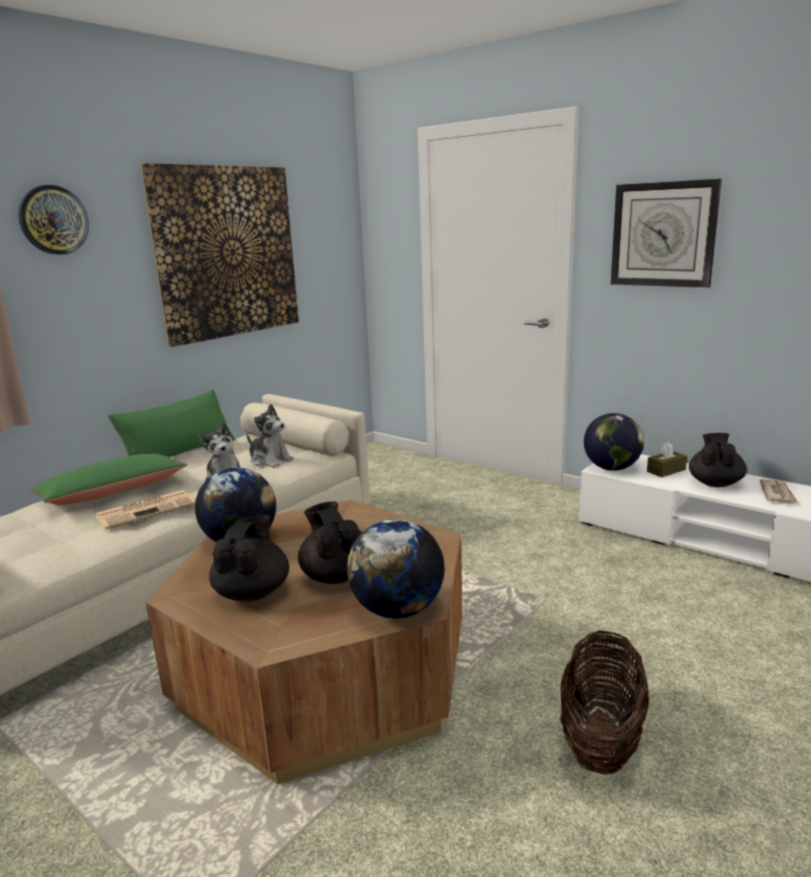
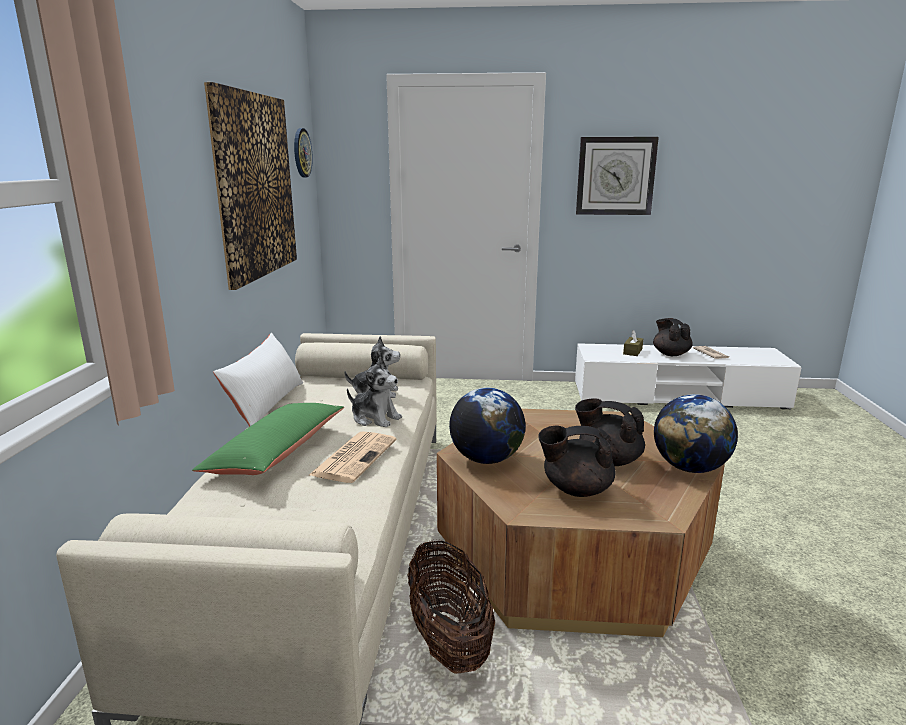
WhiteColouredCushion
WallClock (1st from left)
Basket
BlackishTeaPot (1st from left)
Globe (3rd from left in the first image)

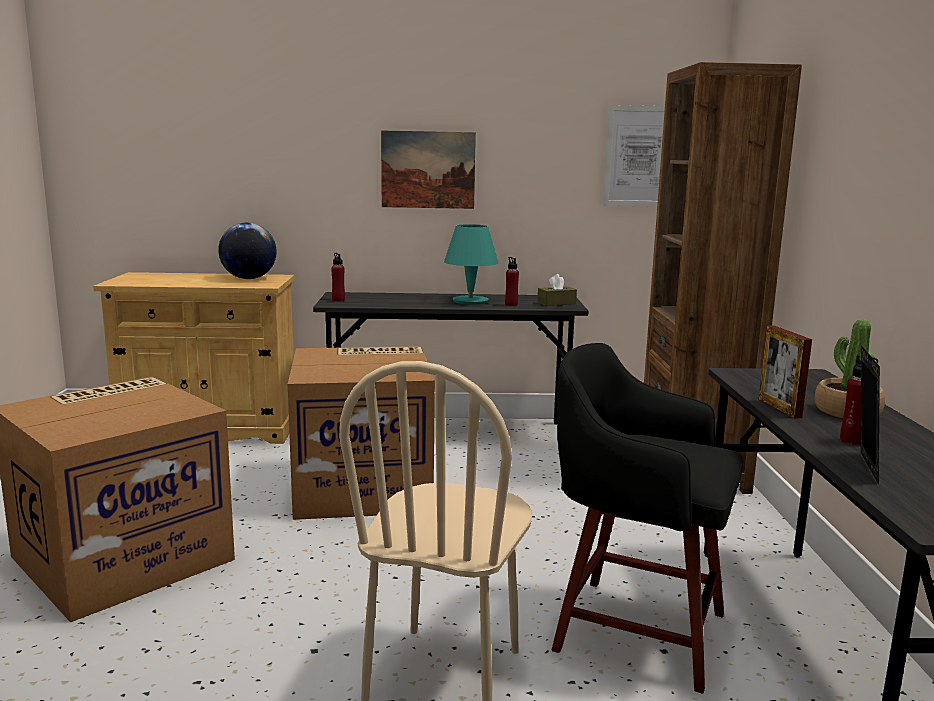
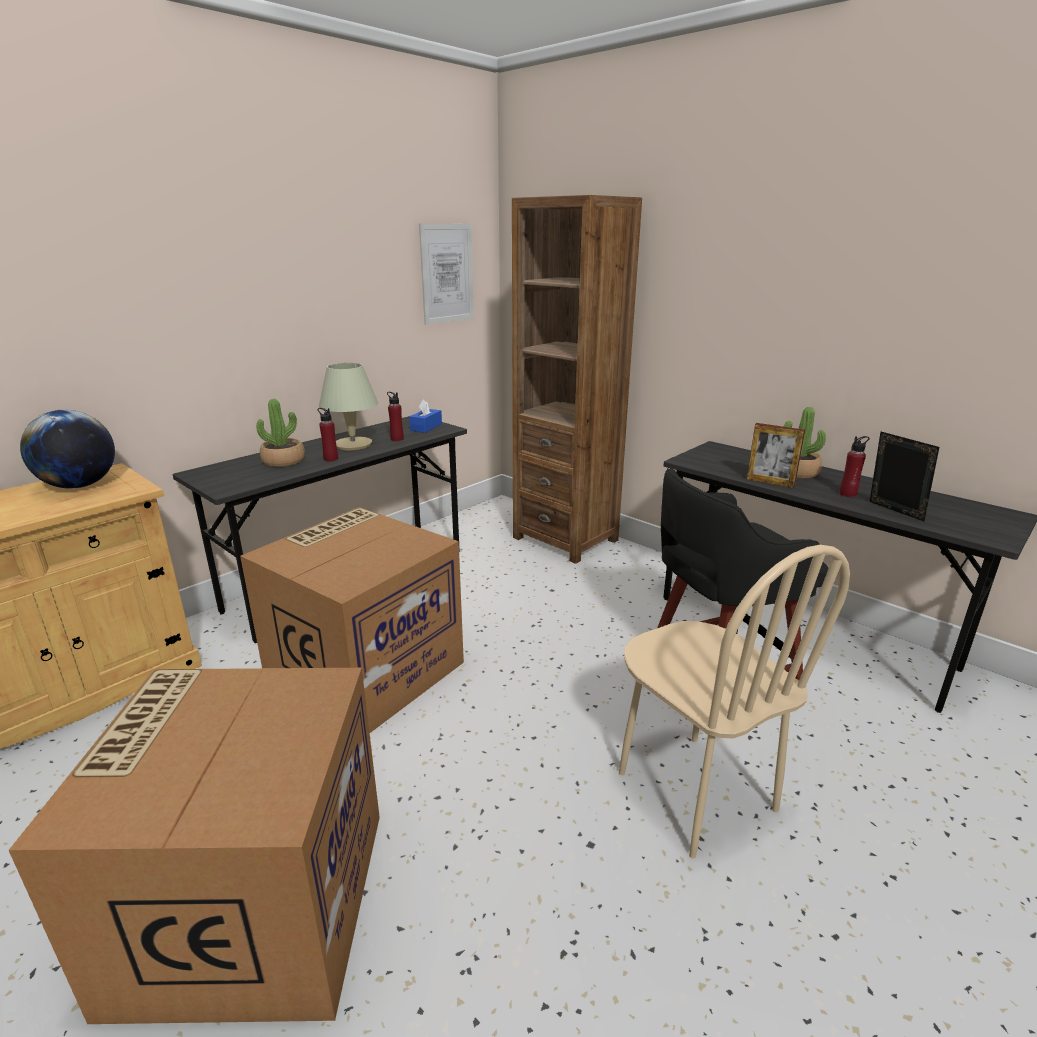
PottedPlant (1st from left)
RedColouredBottle (1st from left)
BeigeColouredTableLamp
BlueBoxOfTissues
WallPicture (1st from left in the first image)

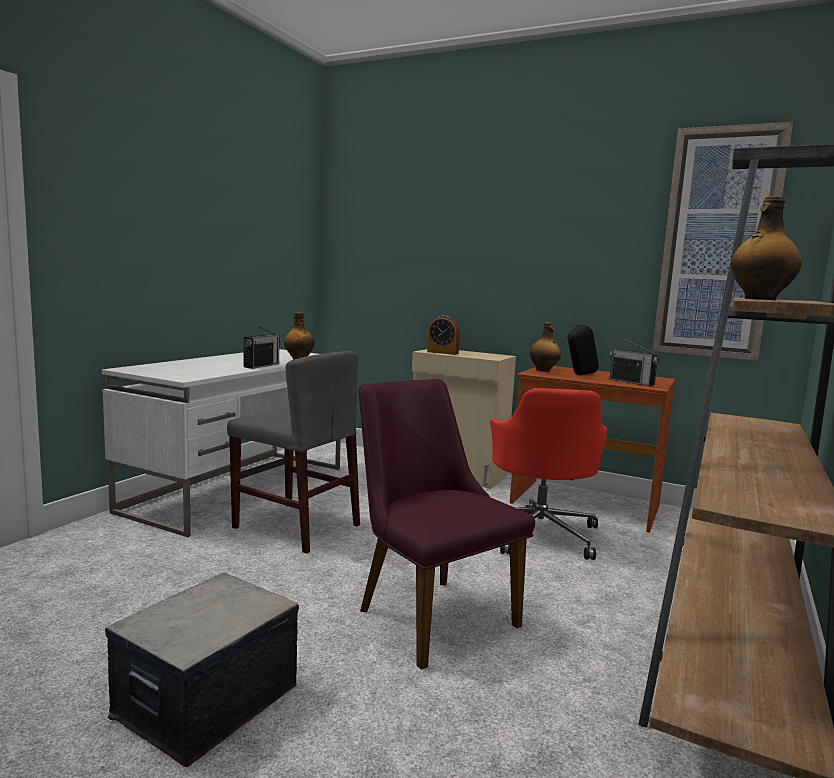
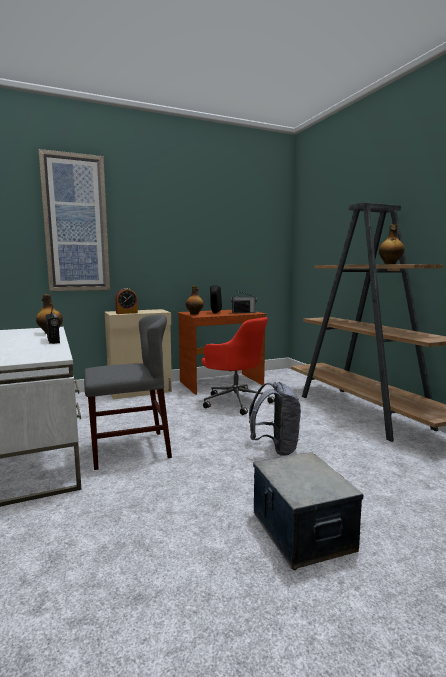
WallPicture
GrayKnapsack

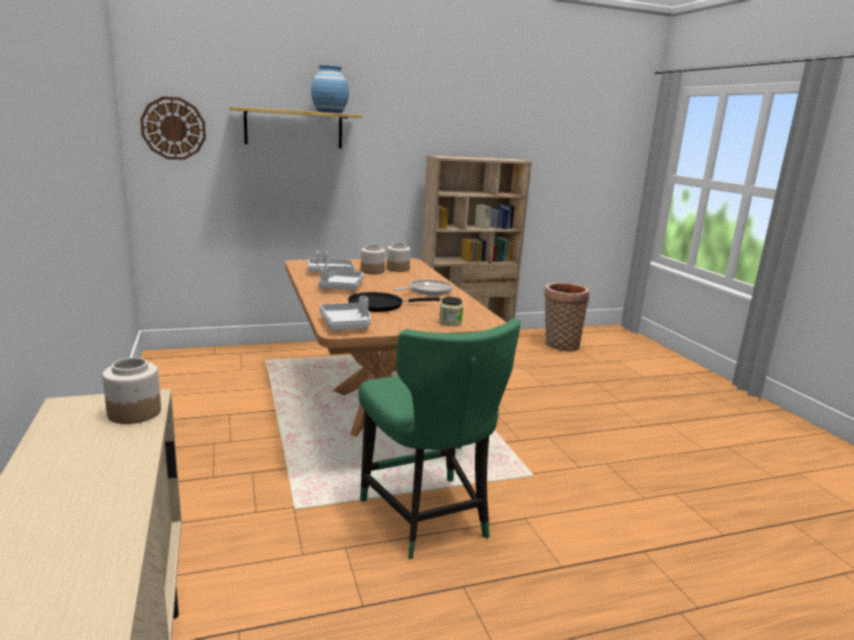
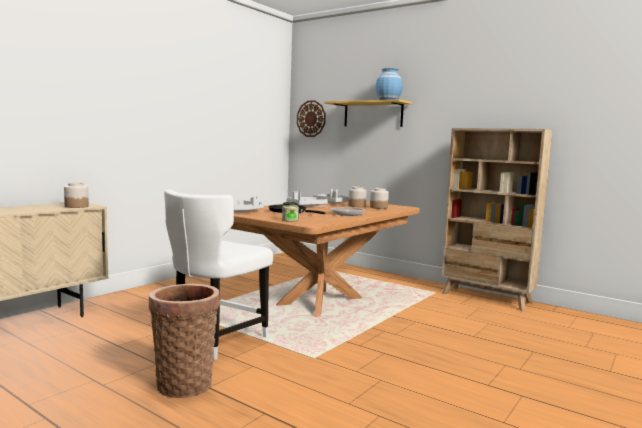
Basket
WhiteColouredPlainChair

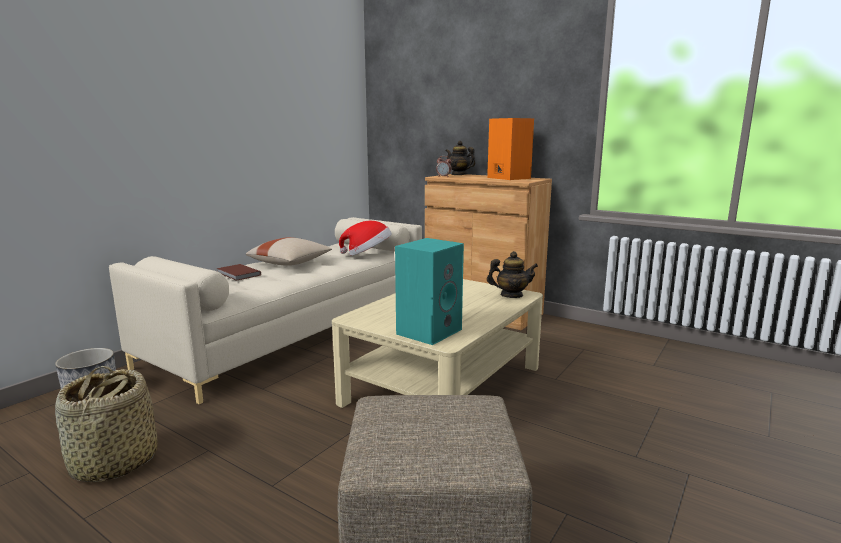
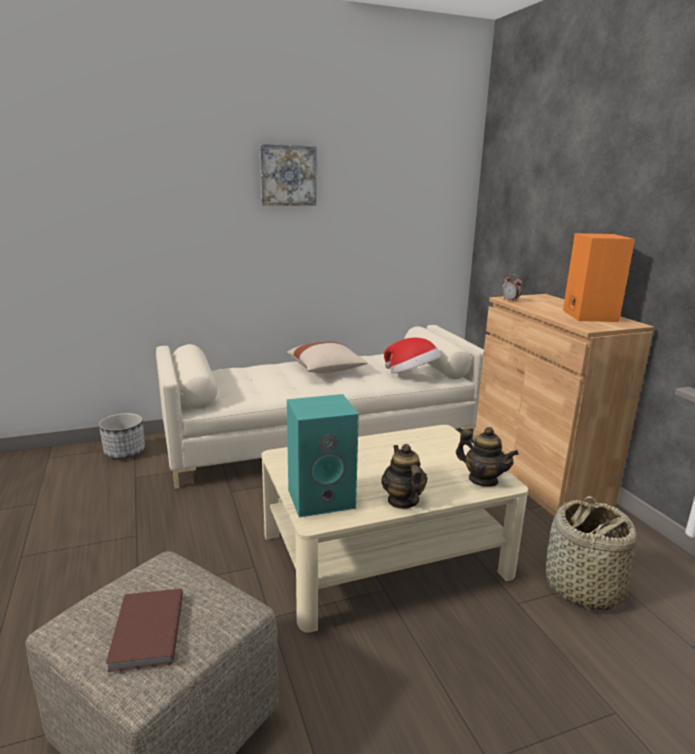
BrownishVolume
WallPicture
TeaPot (1st from left)
Basket

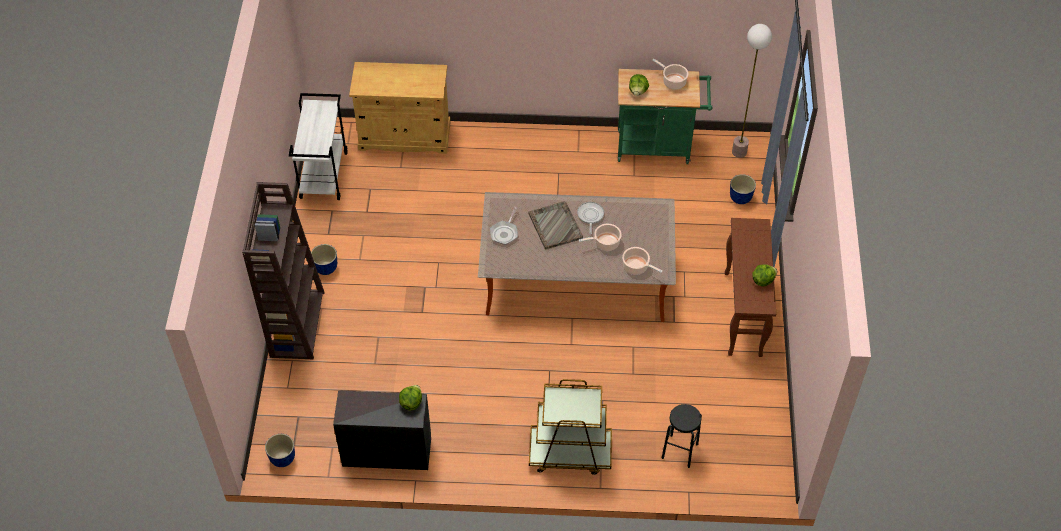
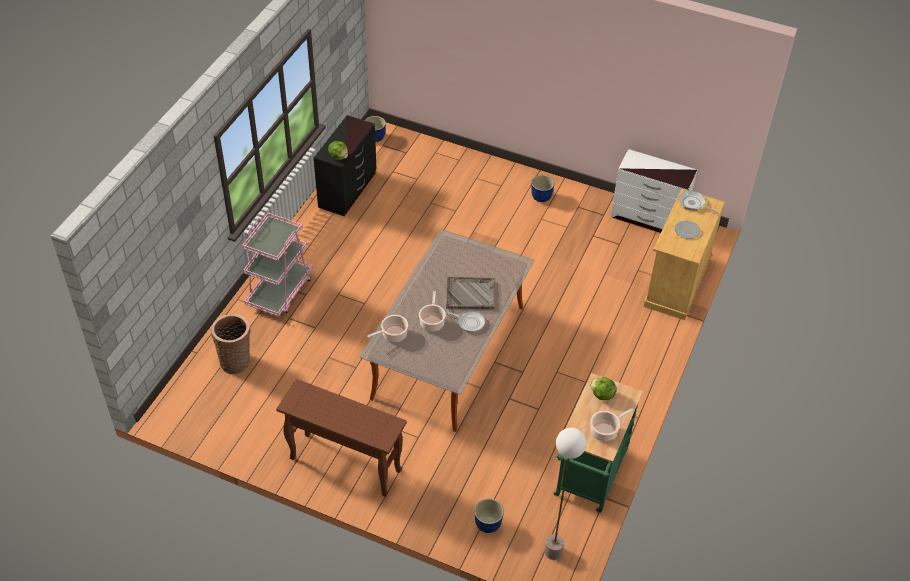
Basket
PinkishWheeledCart
WhiteColouredChestOfDrawers
Plate
Skillet (2nd from left)
BrownishBookshelf
HeadOfLettuce (3rd from left in the first image)

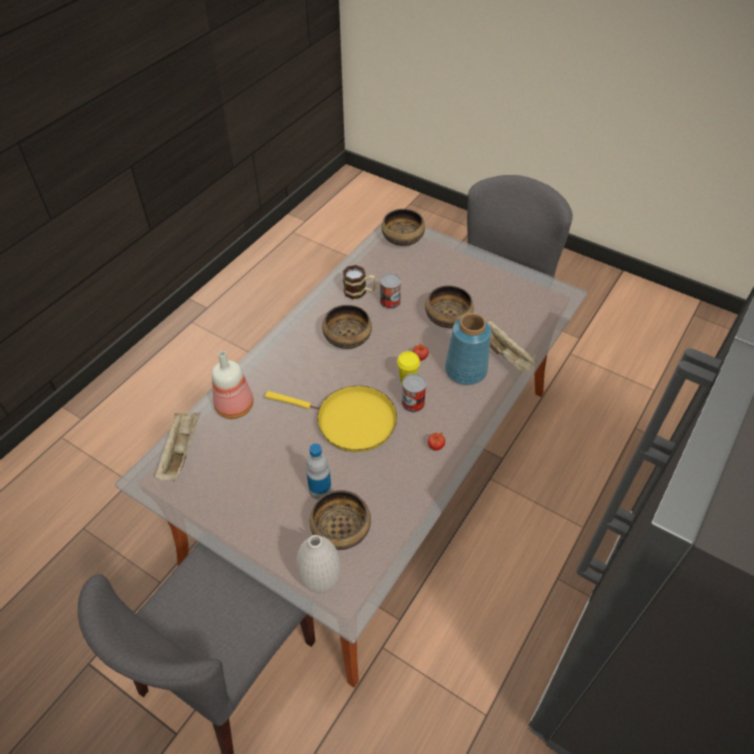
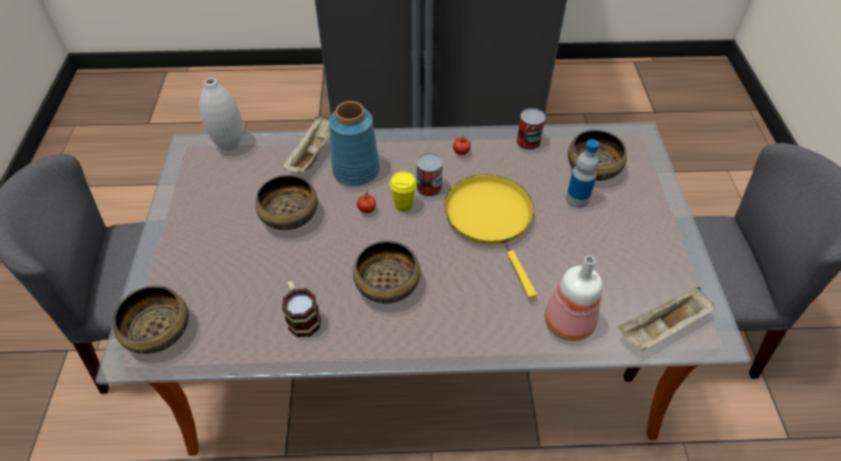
WhiteColouredVase
Can (2nd from left)

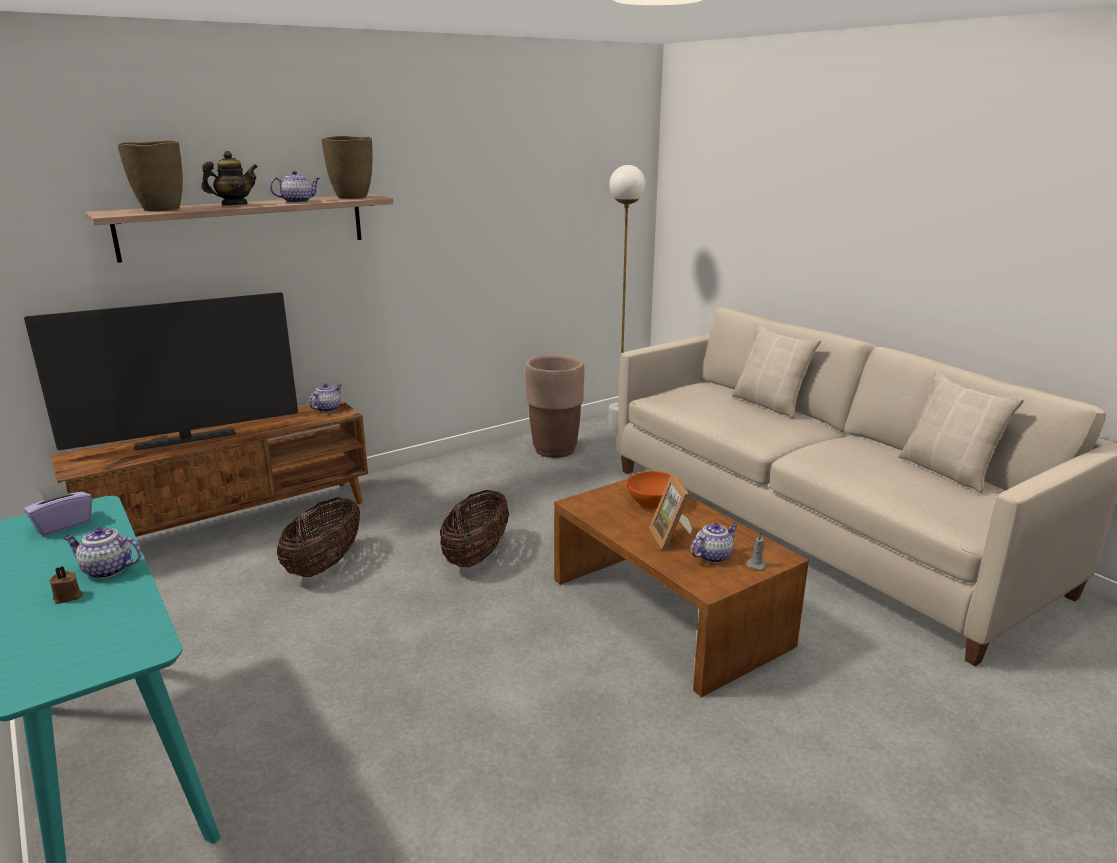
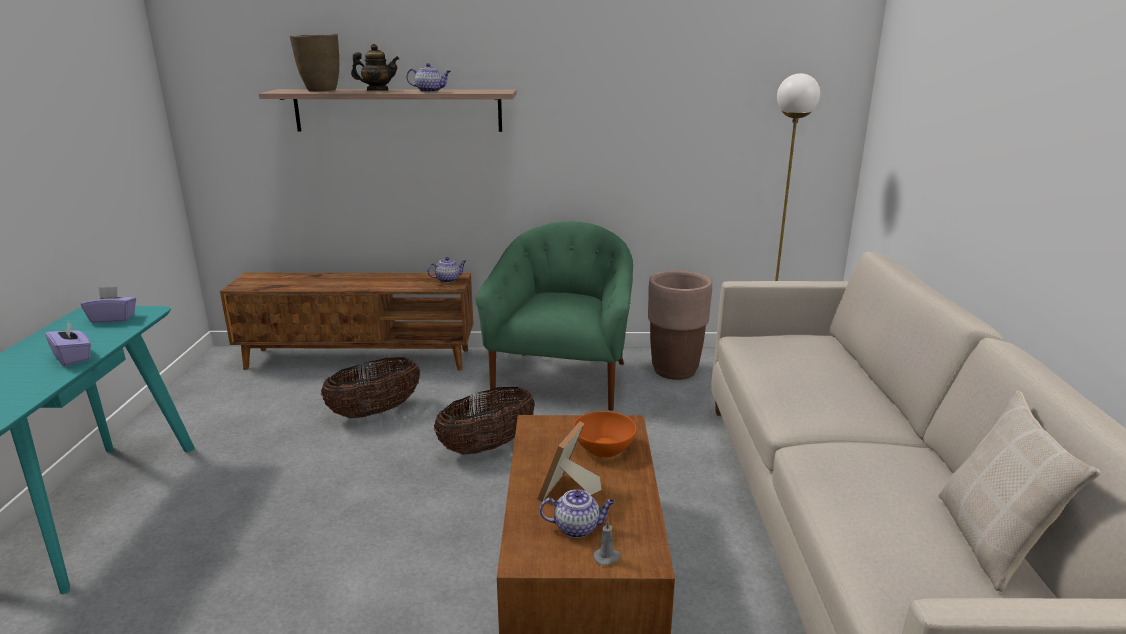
PurplishBoxOfTissues (1st from left)
GreenColouredLoungeChair
Tv
BrownishWaxLight
BrownishVase (2nd from left in the first image)
BeigeColouredCushion (1st from left in the first image)

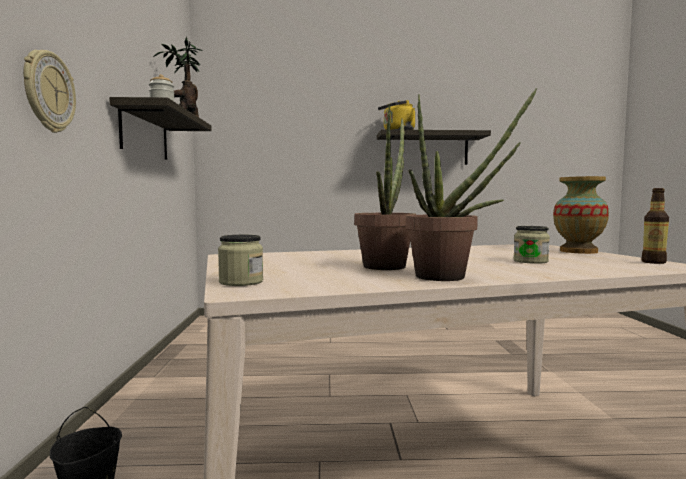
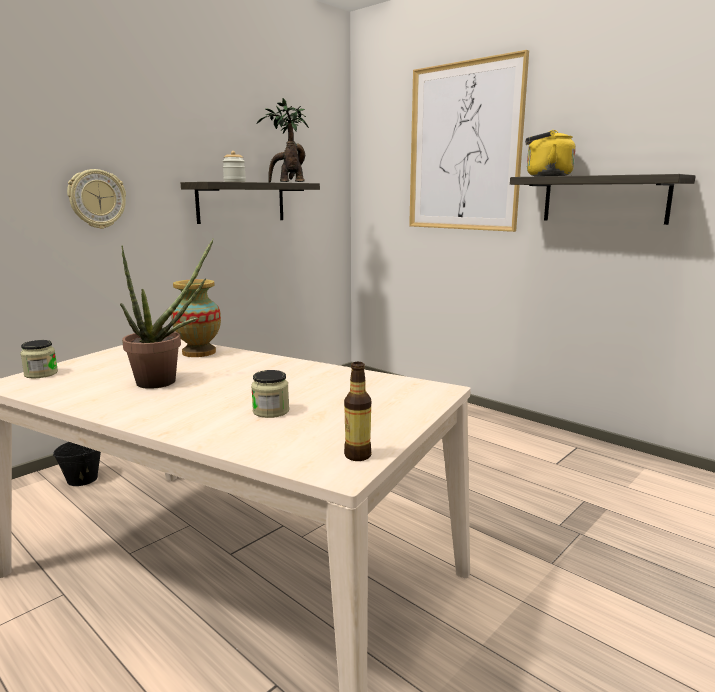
Vase
WallPicture
PottedPlant (3rd from left in the first image)

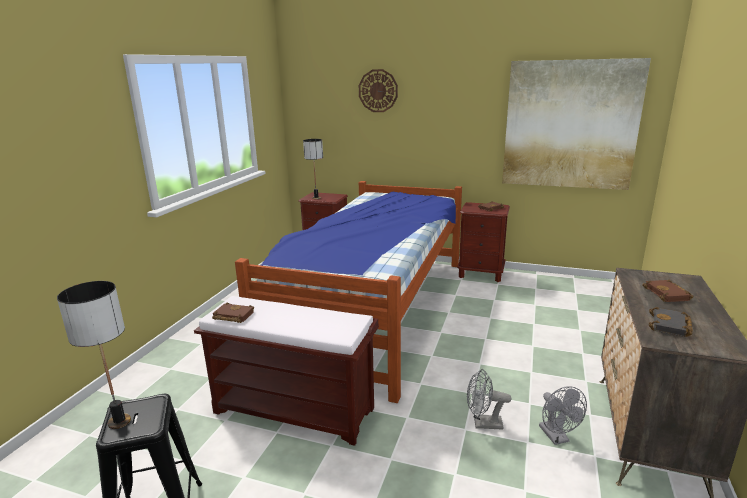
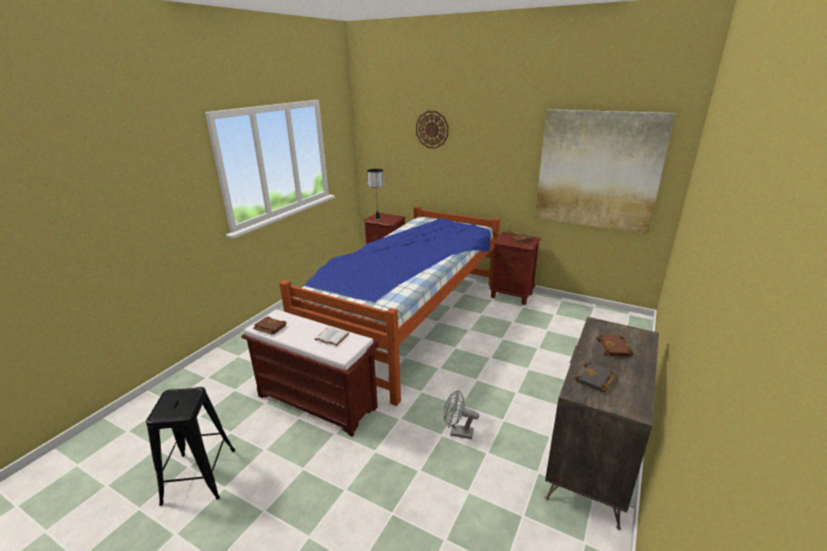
WhiteColouredVolume
TableLamp (1st from left in the first image)
GrayCoolingFan (2nd from left in the first image)

